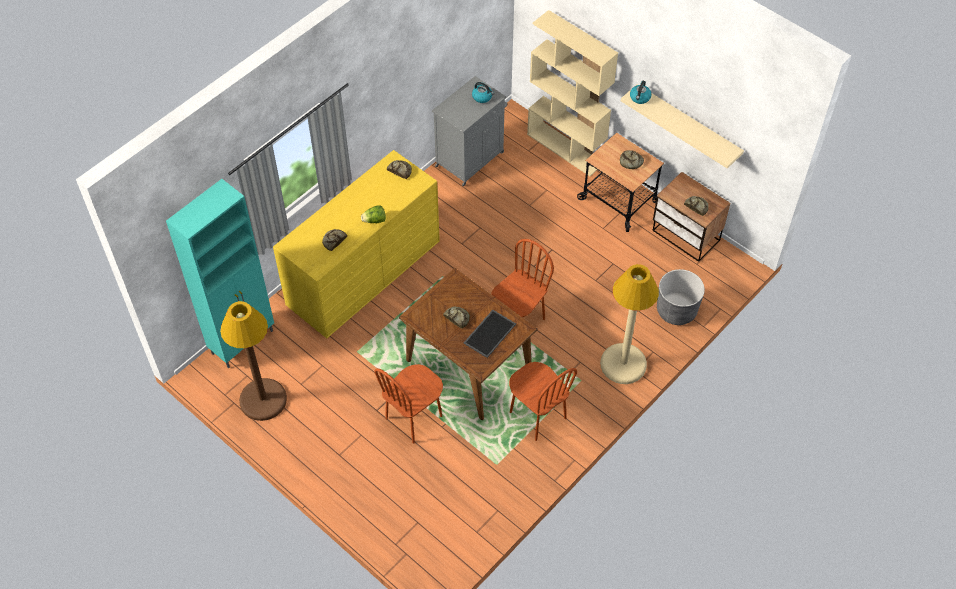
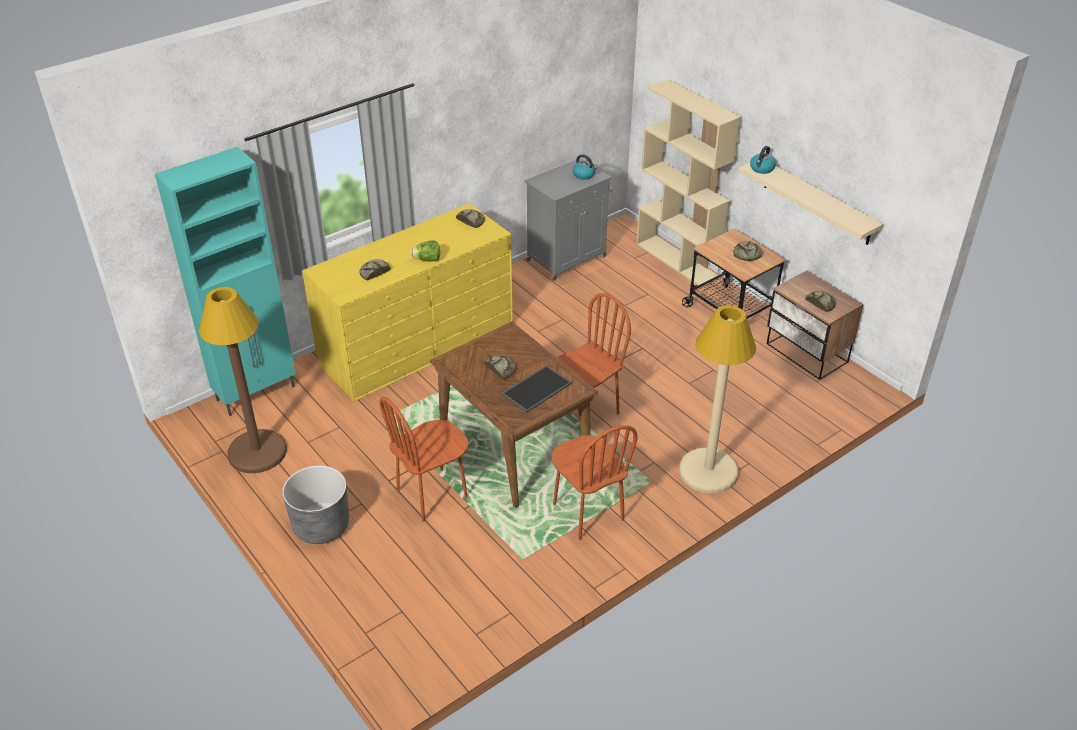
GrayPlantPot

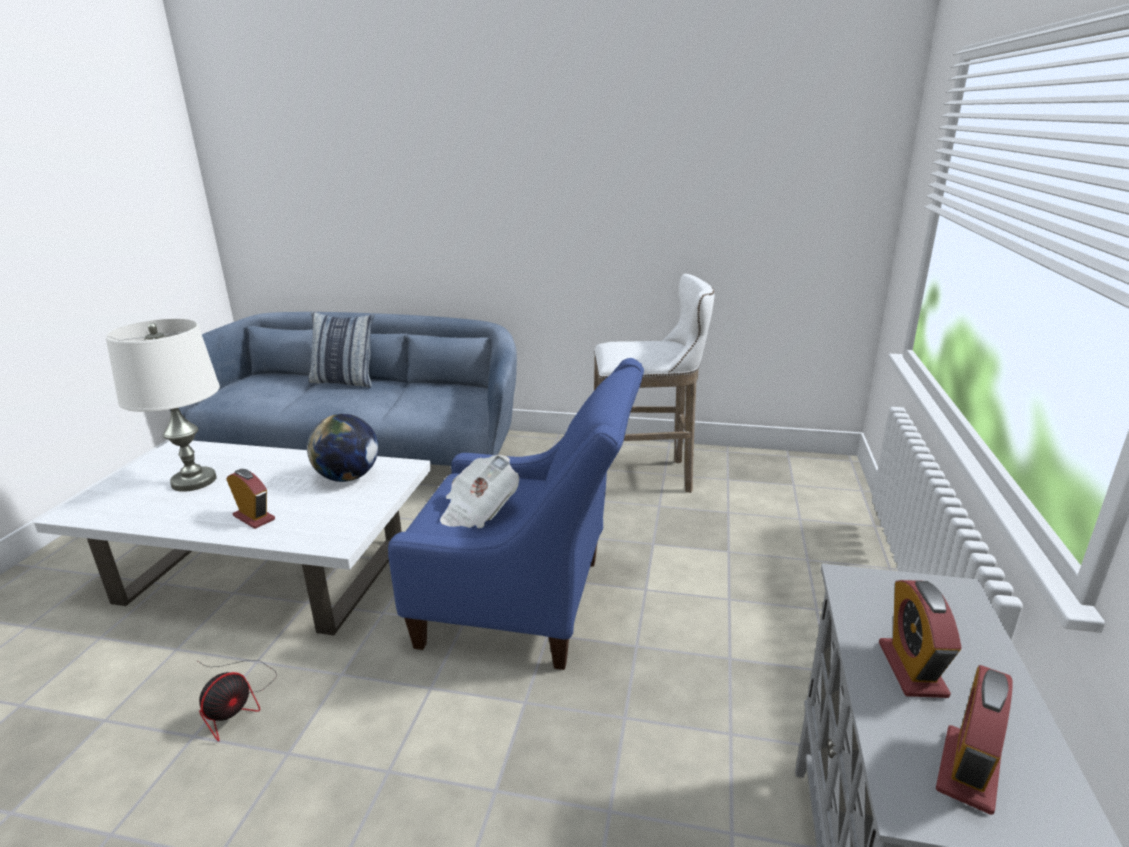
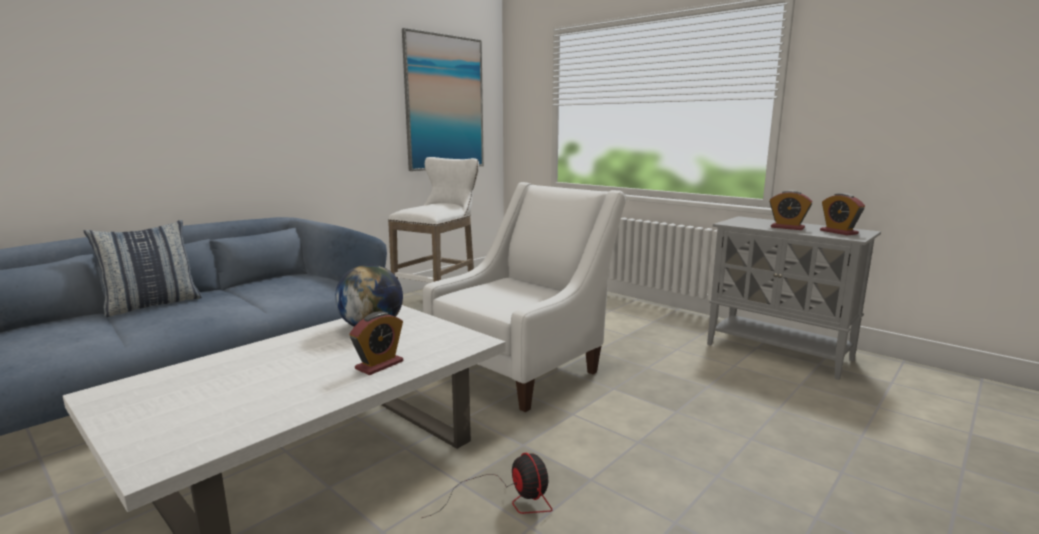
BedsideClock (1st from left)
WallPicture
WhiteColouredLoungeChair
WhiteColouredTableLamp
Newspaper

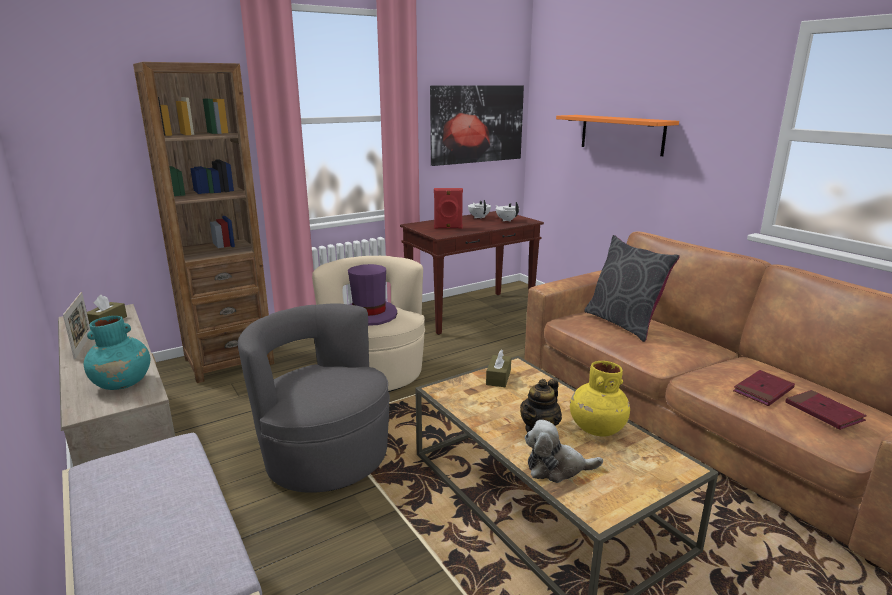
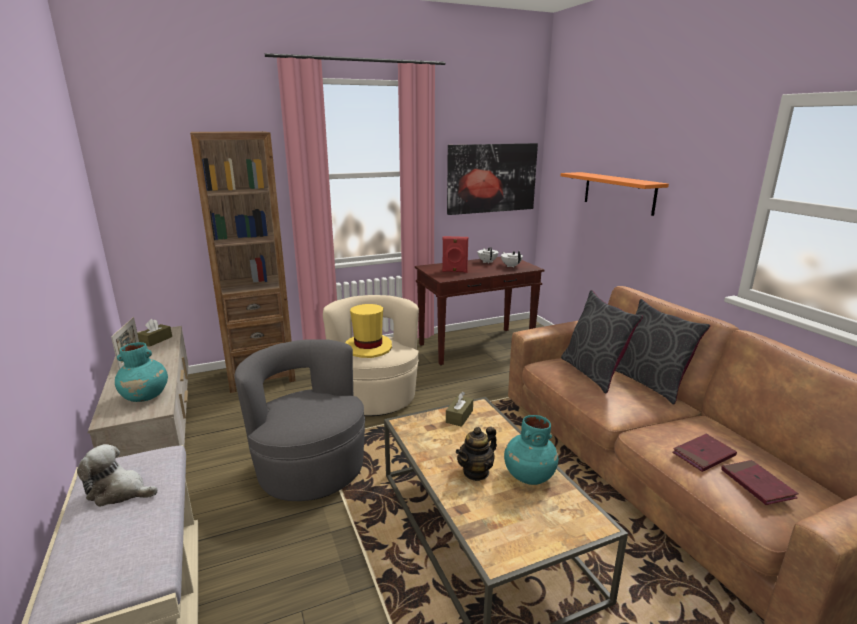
SoftToy
YellowClothingHat
TurquoiseVase (2nd from left)
GrayCushion (2nd from left)

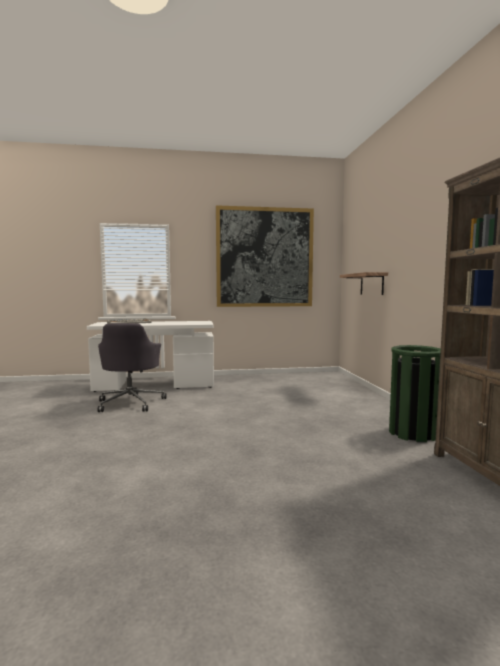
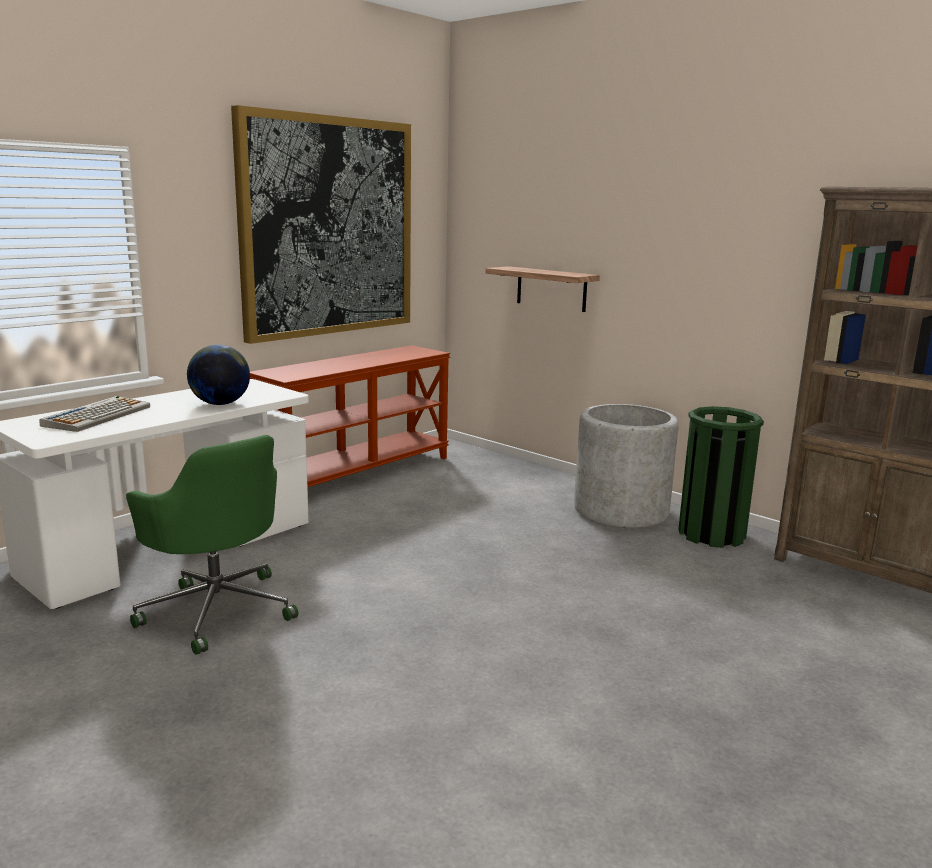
GreenColouredComputerChair
Globe
BrownishConsoleTable
GrayPlantPot

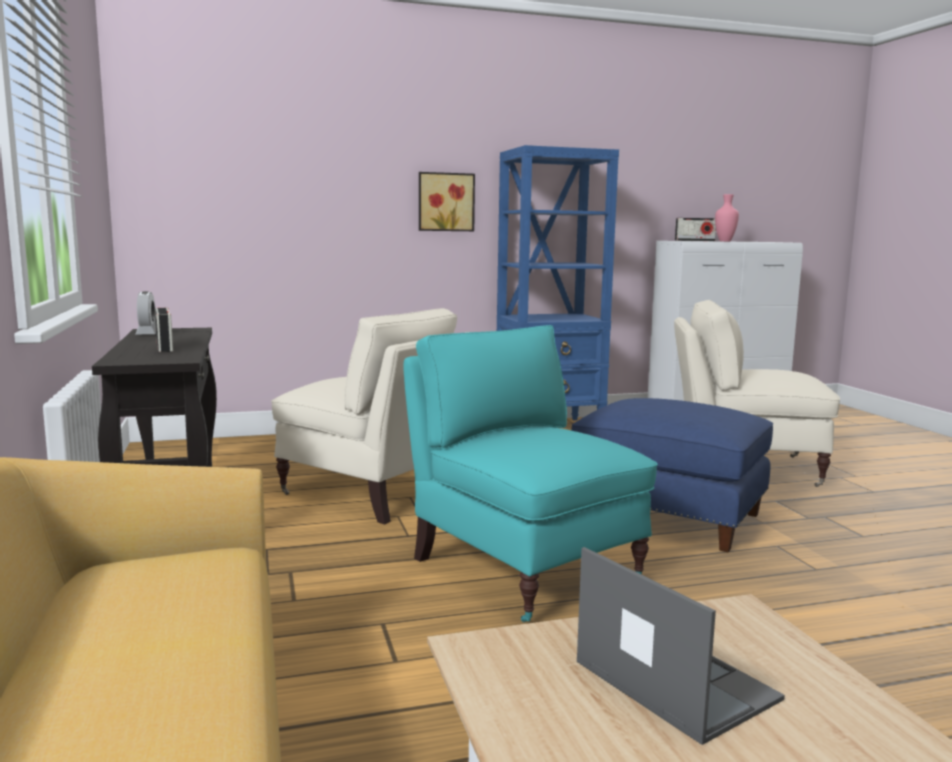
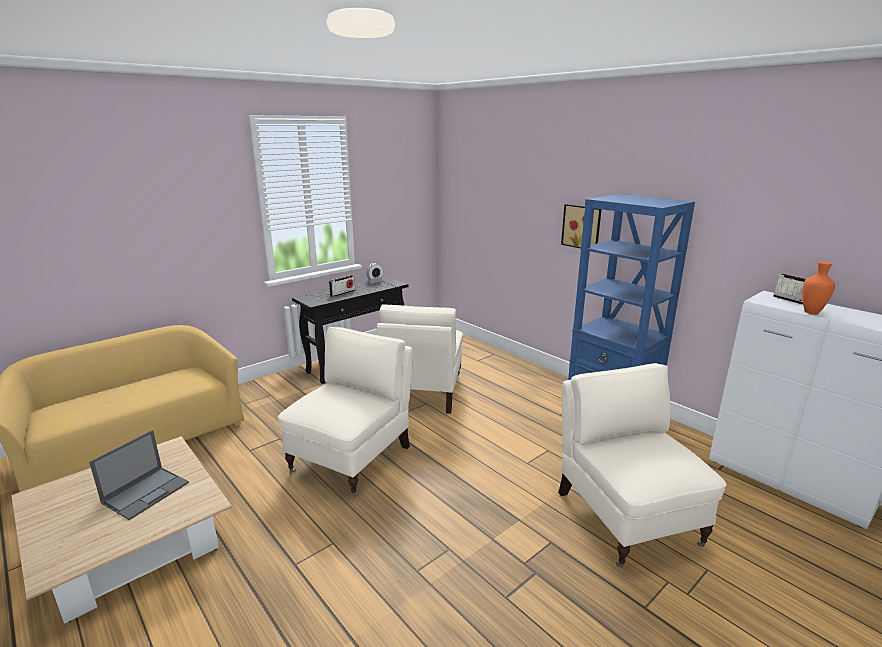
BeigeColouredLoungeChair (1st from left)
OrangeVase
BluePouffe

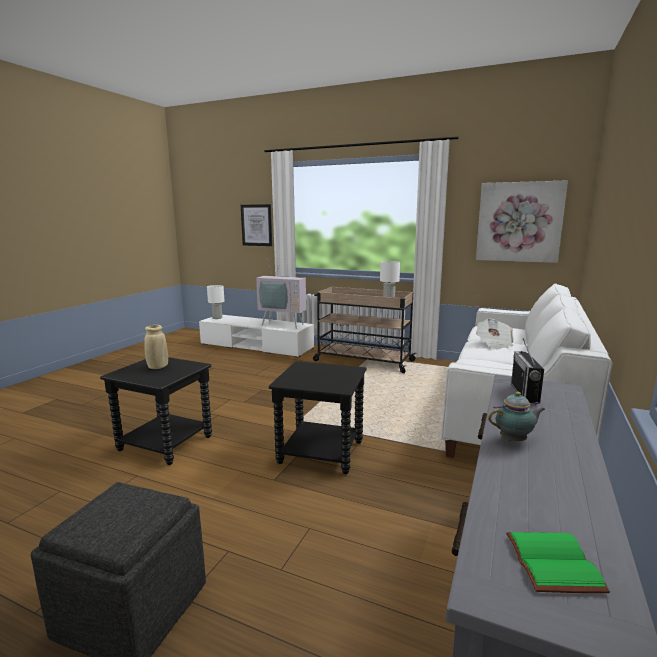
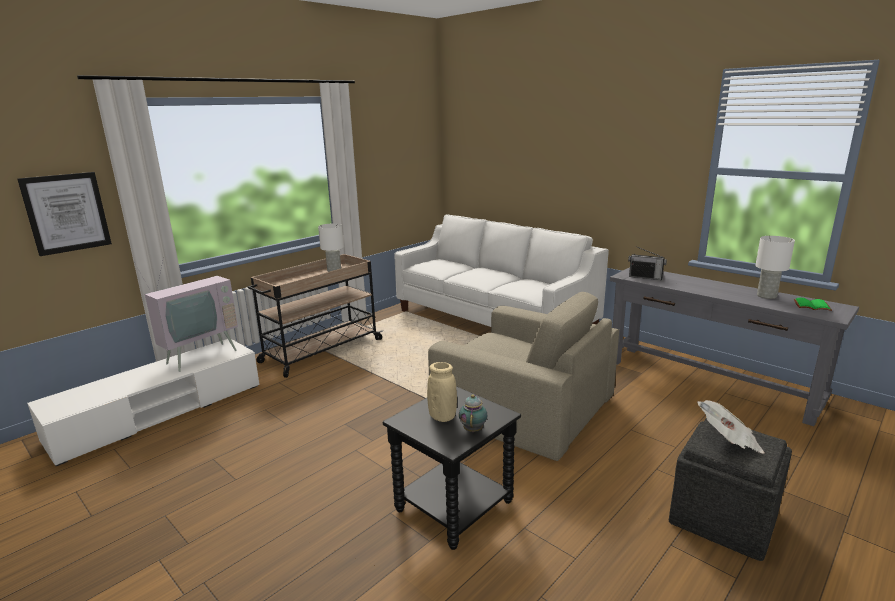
BeigeColouredLoungeChair
TeaPot
Newspaper
WhiteColouredTableLamp (2nd from left)
WallPicture (2nd from left in the first image)

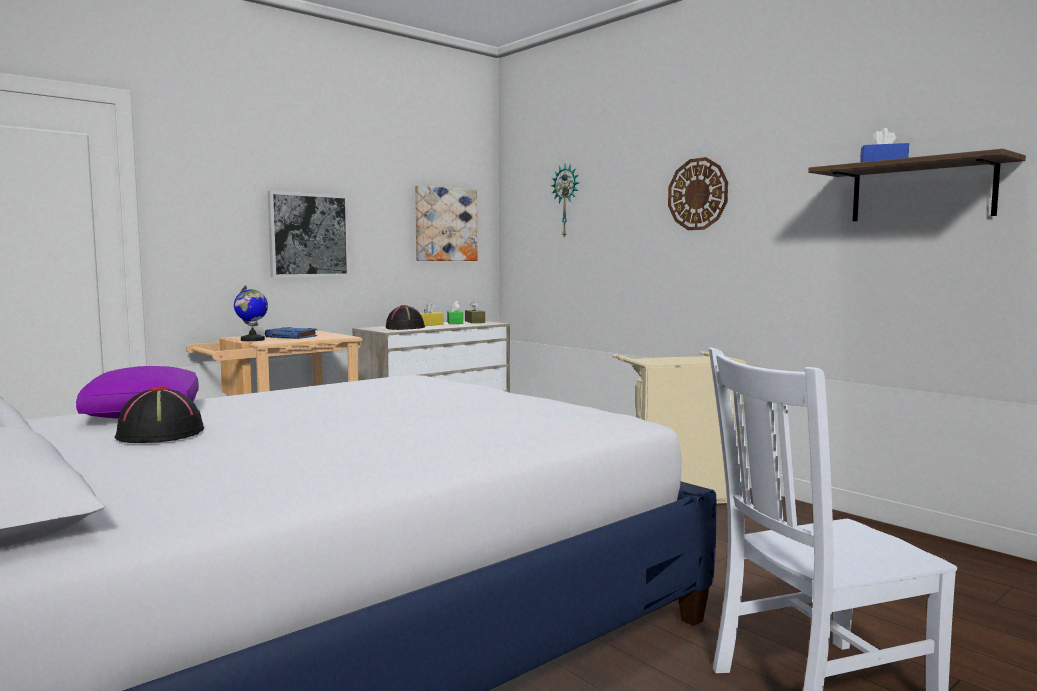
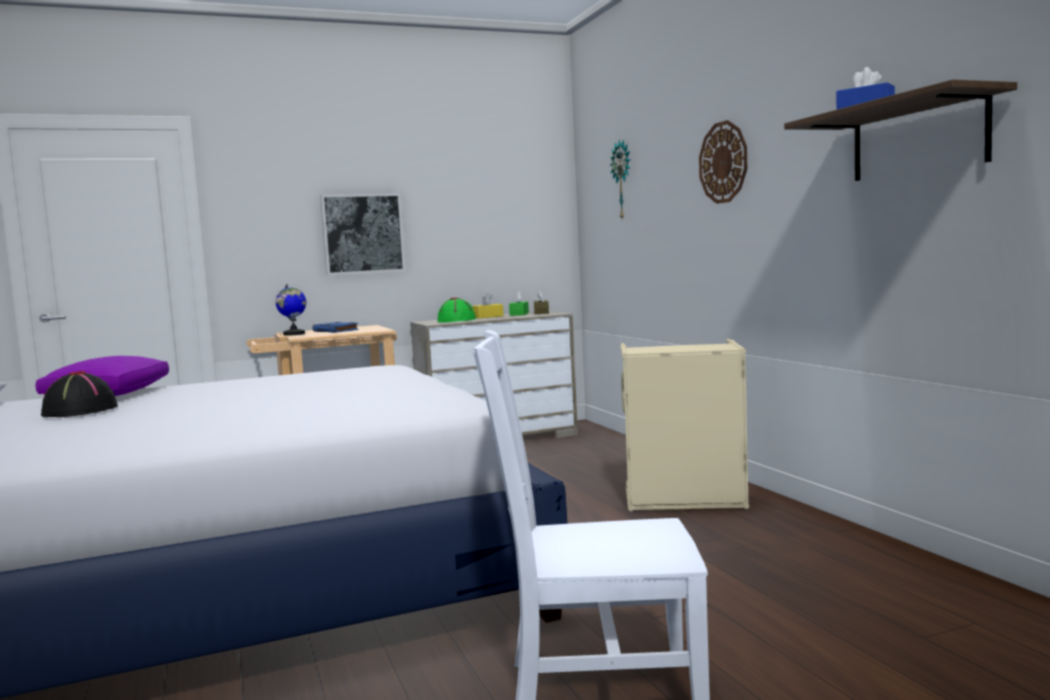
GreenColouredClothingHat
WallPicture (2nd from left in the first image)

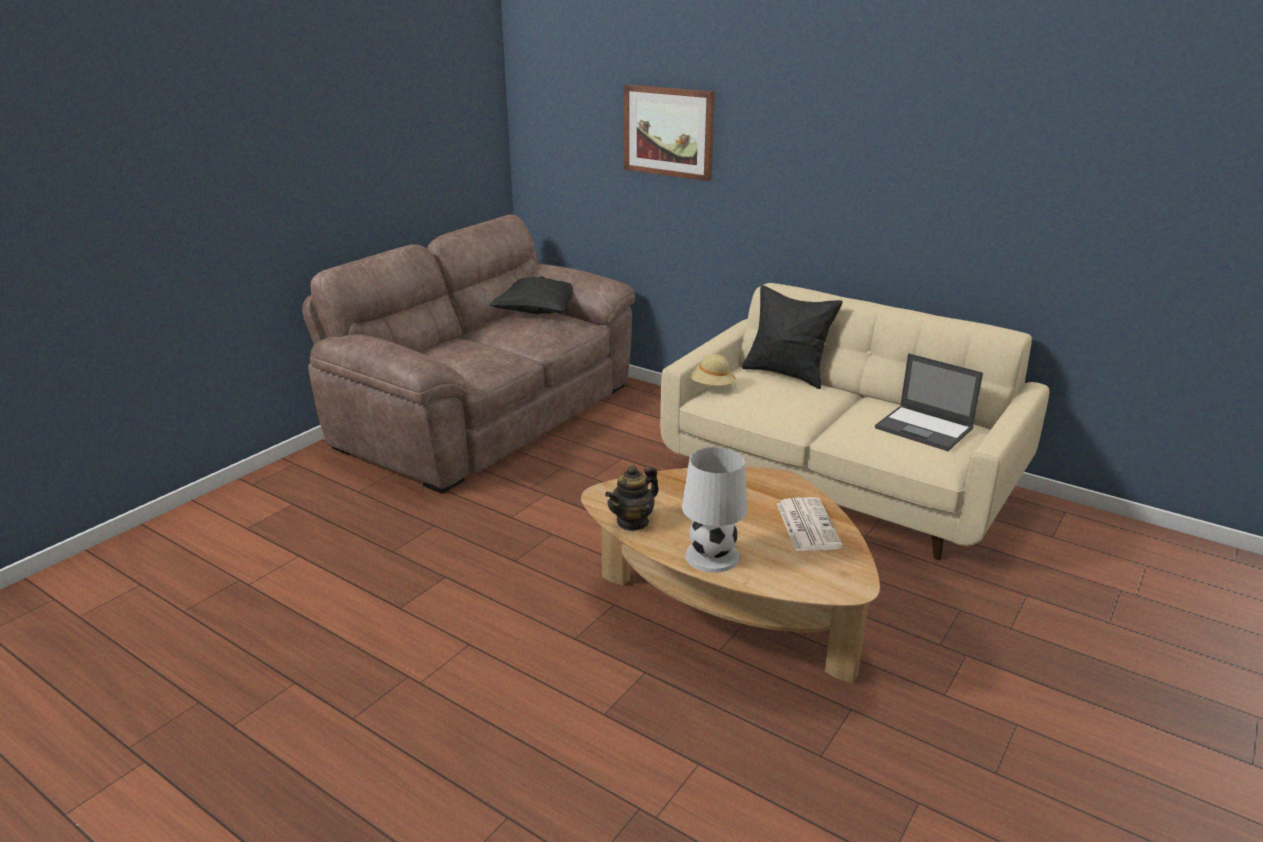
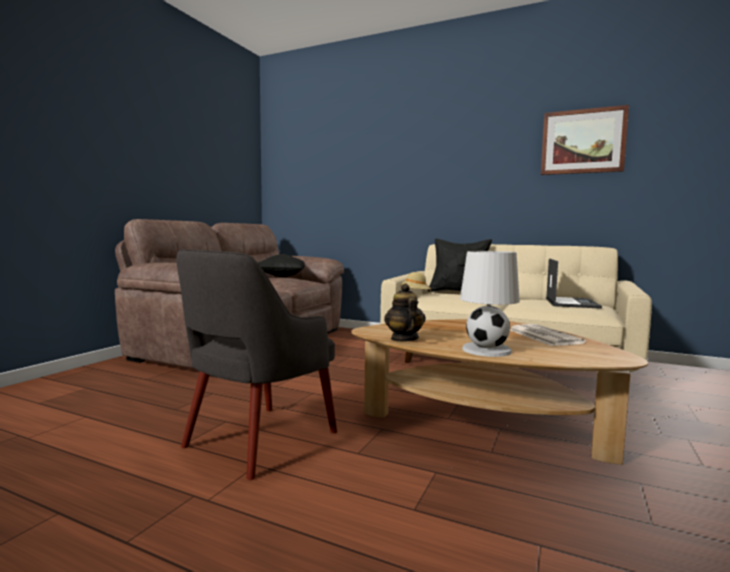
GrayLoungeChair
TeaPot
WallPicture
Laptop

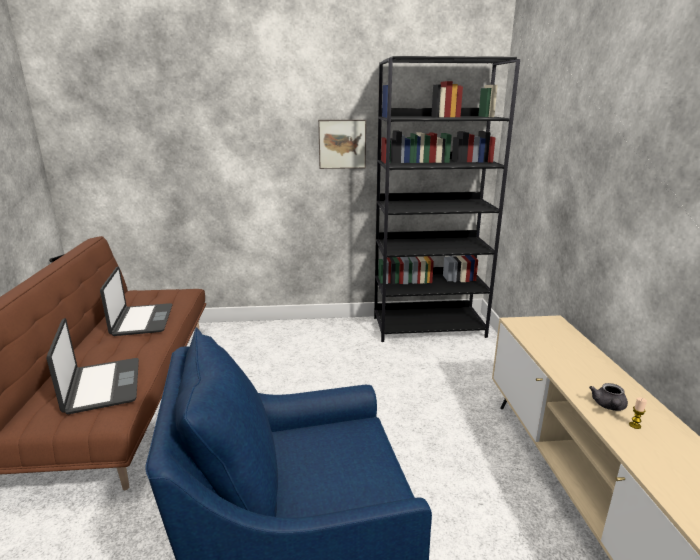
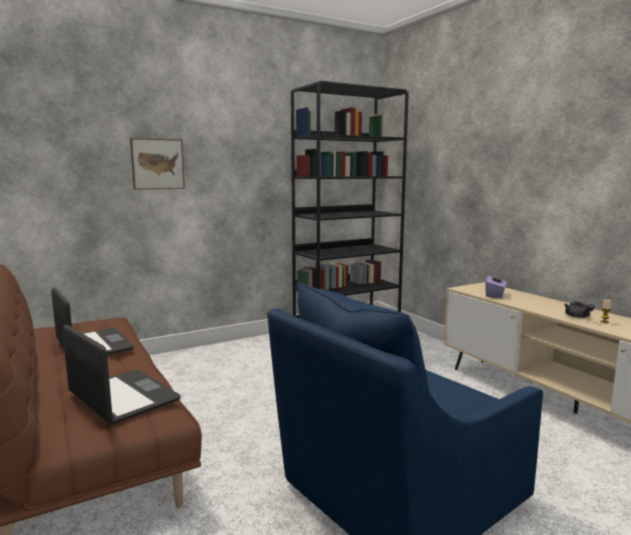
WallPicture
PurplishBoxOfTissues

